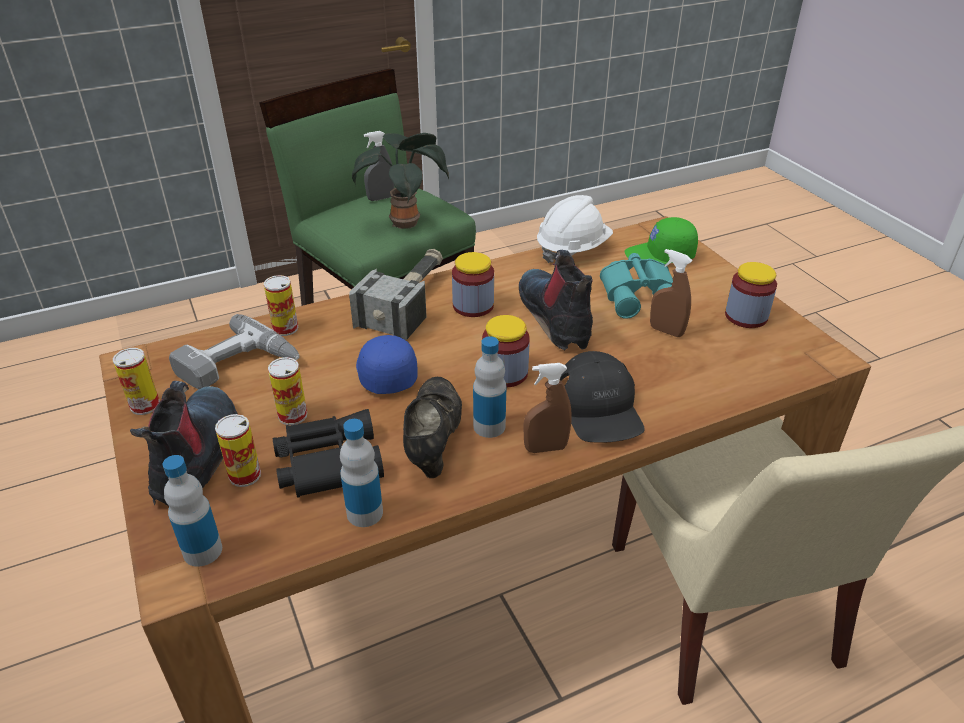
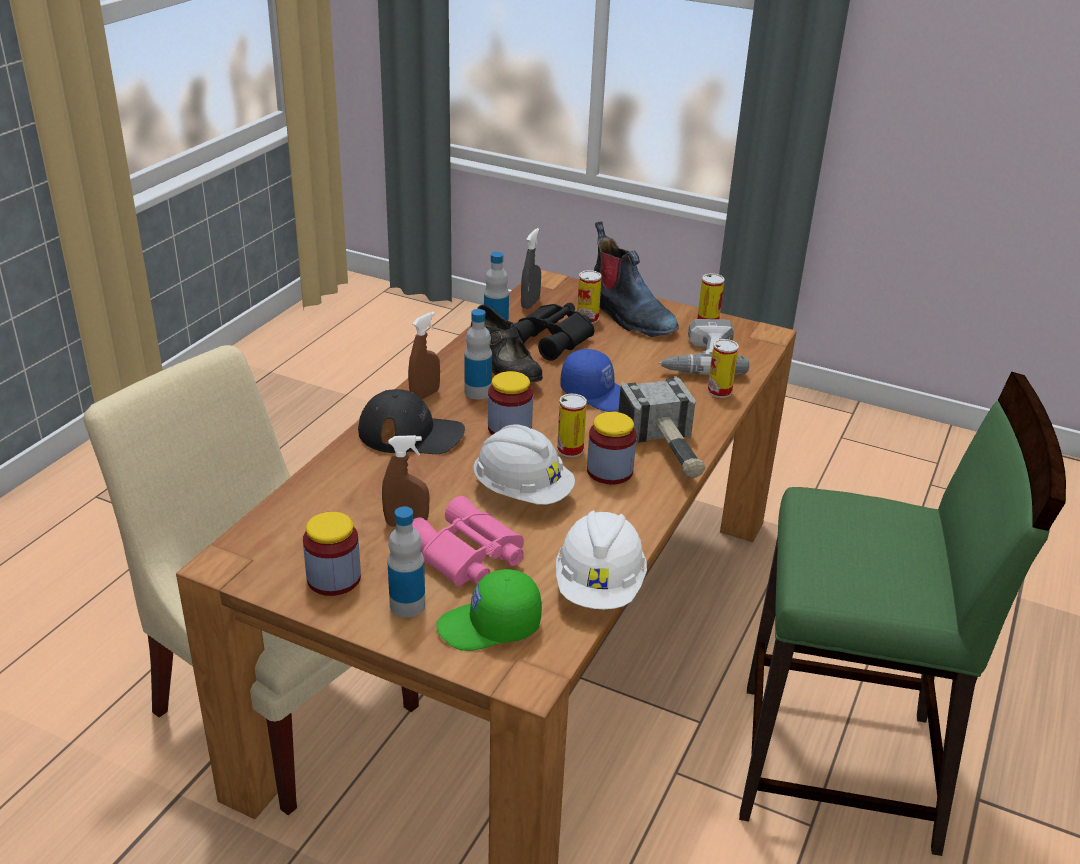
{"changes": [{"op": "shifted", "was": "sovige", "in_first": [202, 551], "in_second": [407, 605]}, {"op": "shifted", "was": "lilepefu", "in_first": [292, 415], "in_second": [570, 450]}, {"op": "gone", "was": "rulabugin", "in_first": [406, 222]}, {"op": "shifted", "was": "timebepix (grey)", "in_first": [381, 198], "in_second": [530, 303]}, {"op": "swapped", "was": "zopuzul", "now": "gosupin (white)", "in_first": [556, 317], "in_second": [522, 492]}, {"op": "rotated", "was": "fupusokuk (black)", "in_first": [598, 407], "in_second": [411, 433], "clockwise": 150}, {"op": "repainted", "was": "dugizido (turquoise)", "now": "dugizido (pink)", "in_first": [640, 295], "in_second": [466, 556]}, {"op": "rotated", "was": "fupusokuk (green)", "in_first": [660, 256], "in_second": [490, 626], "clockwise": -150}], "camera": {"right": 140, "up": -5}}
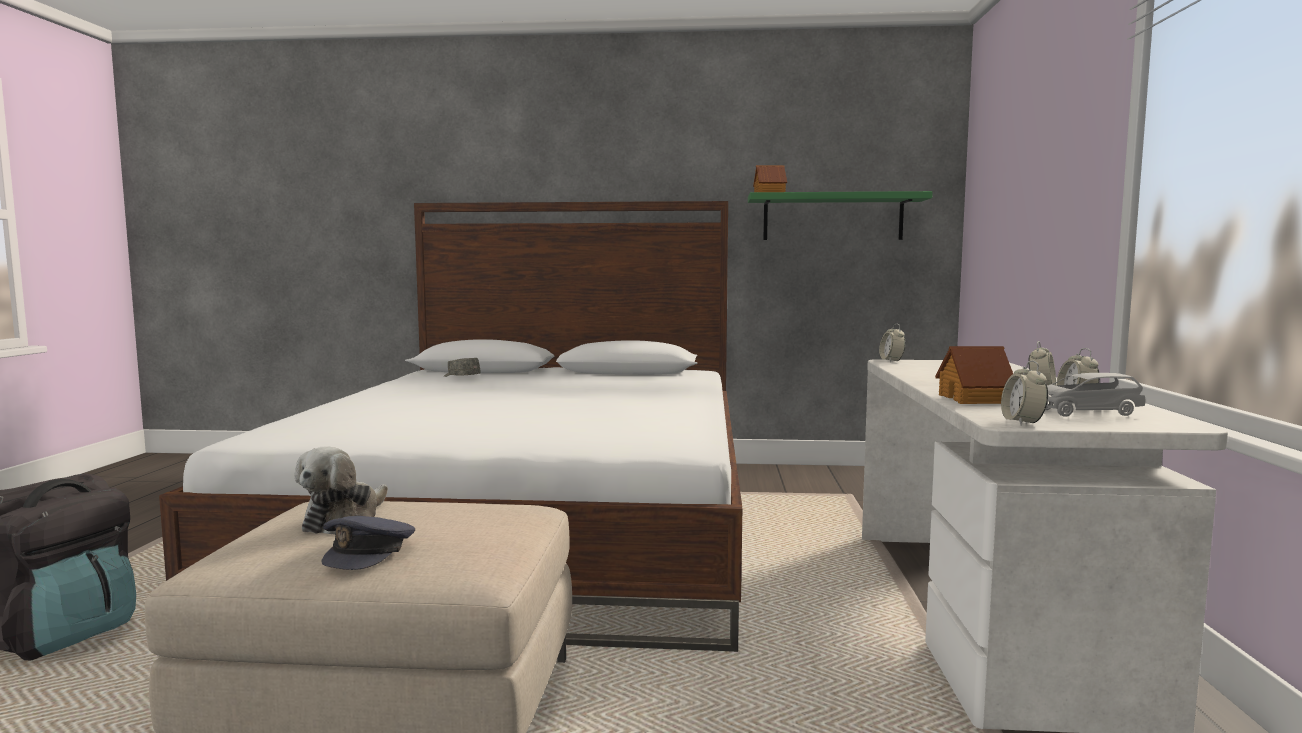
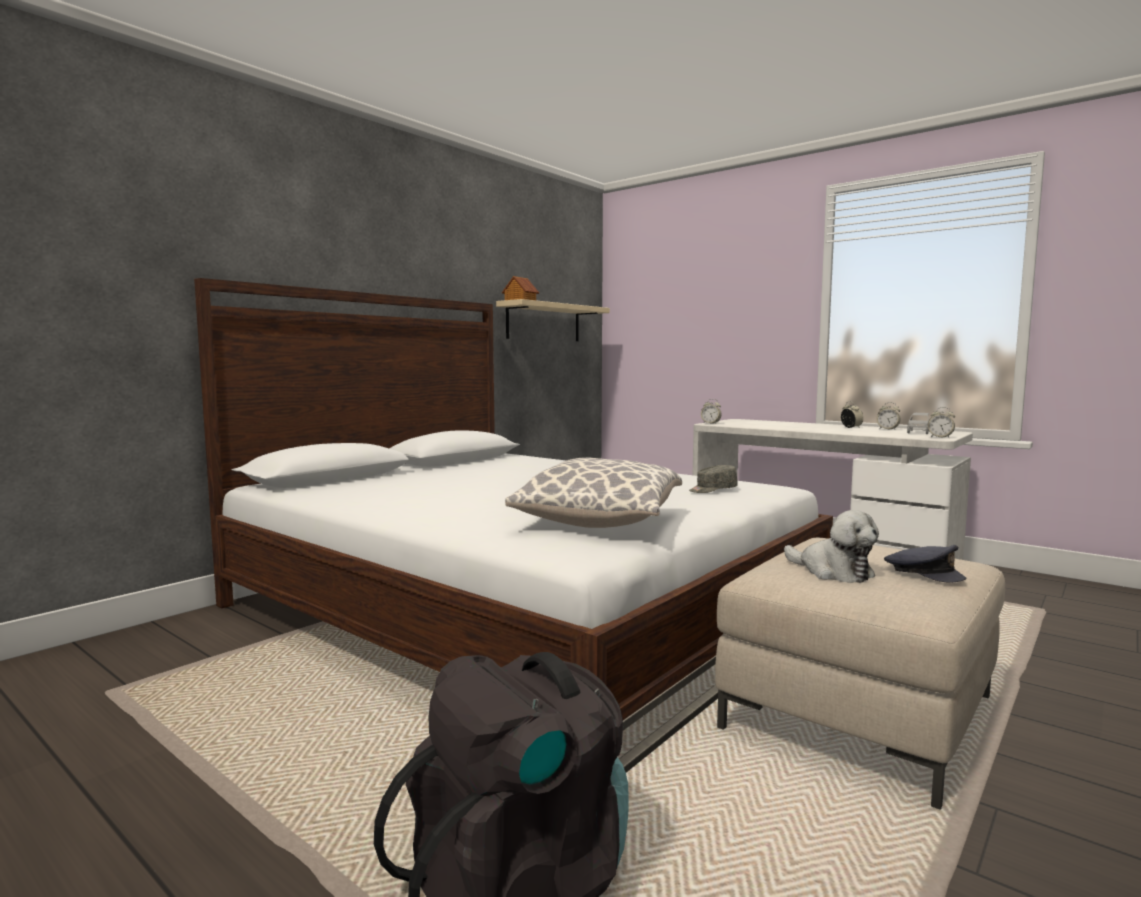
{"changes": [{"op": "shifted", "was": "fupusokuk (grey)", "in_first": [461, 377], "in_second": [712, 490]}, {"op": "repainted", "was": "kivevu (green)", "now": "kivevu (beige)", "in_first": [832, 217], "in_second": [543, 322]}, {"op": "gone", "was": "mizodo", "in_first": [975, 399]}, {"op": "new", "now": "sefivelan", "in_second": [599, 522]}], "camera": {"right": -55, "up": 0}}
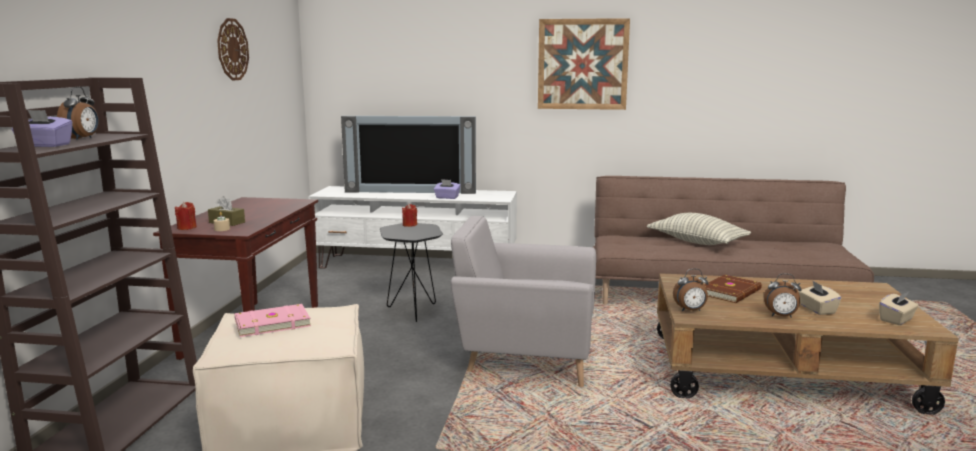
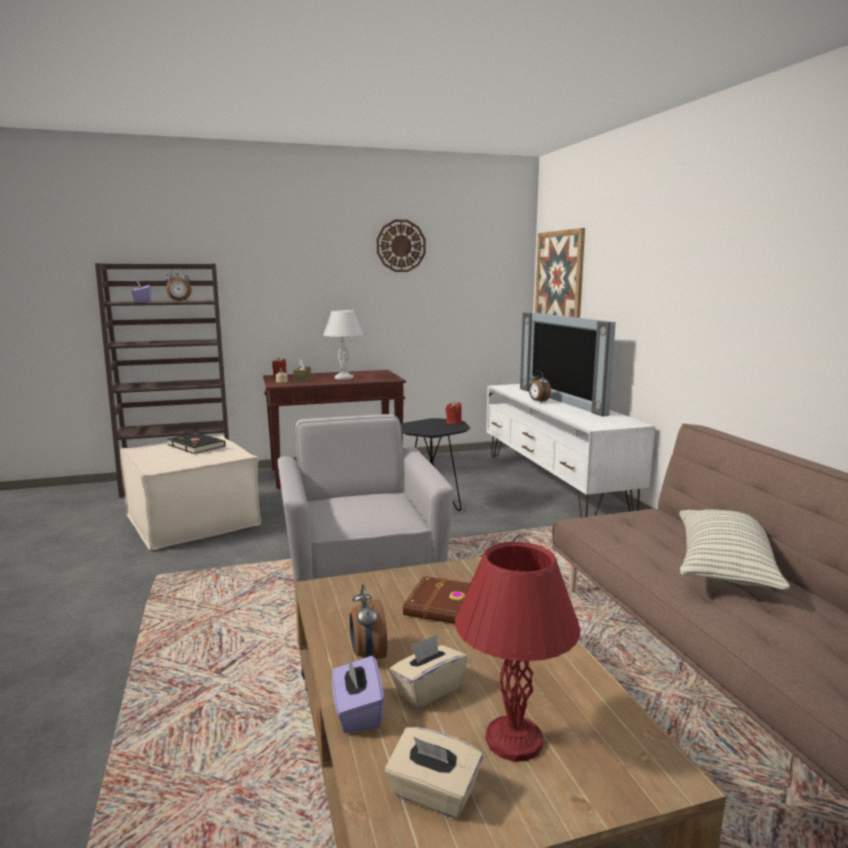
{"changes": [{"op": "repainted", "was": "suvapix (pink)", "now": "suvapix (black)", "in_first": [271, 323], "in_second": [197, 445]}, {"op": "shifted", "was": "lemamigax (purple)", "in_first": [447, 197], "in_second": [357, 712]}, {"op": "shifted", "was": "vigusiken", "in_first": [582, 64], "in_second": [559, 276]}, {"op": "shifted", "was": "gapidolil", "in_first": [690, 310], "in_second": [538, 401]}, {"op": "new", "now": "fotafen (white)", "in_second": [344, 378]}, {"op": "new", "now": "fotafen (red)", "in_second": [511, 740]}], "camera": {"right": 65, "up": 0}}
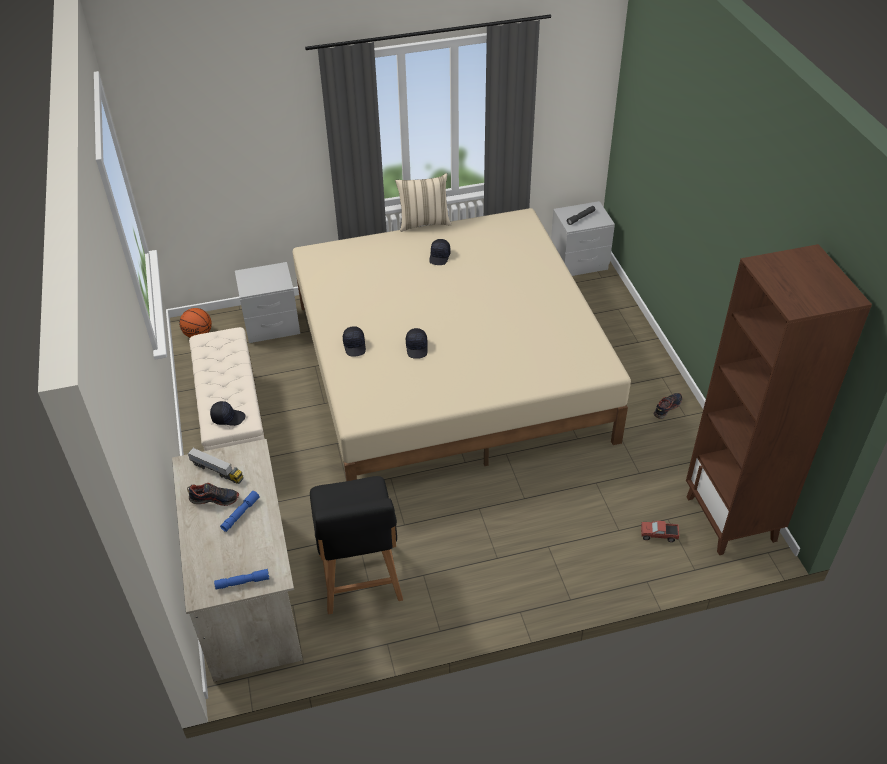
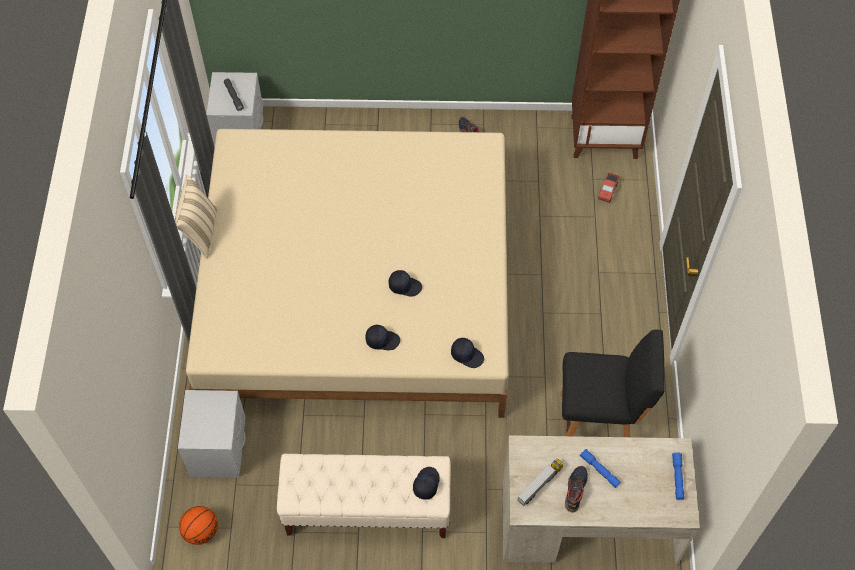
{"changes": [{"op": "shifted", "was": "fupusokuk (black)", "in_first": [440, 257], "in_second": [467, 355]}], "camera": {"right": -75, "up": 15}}
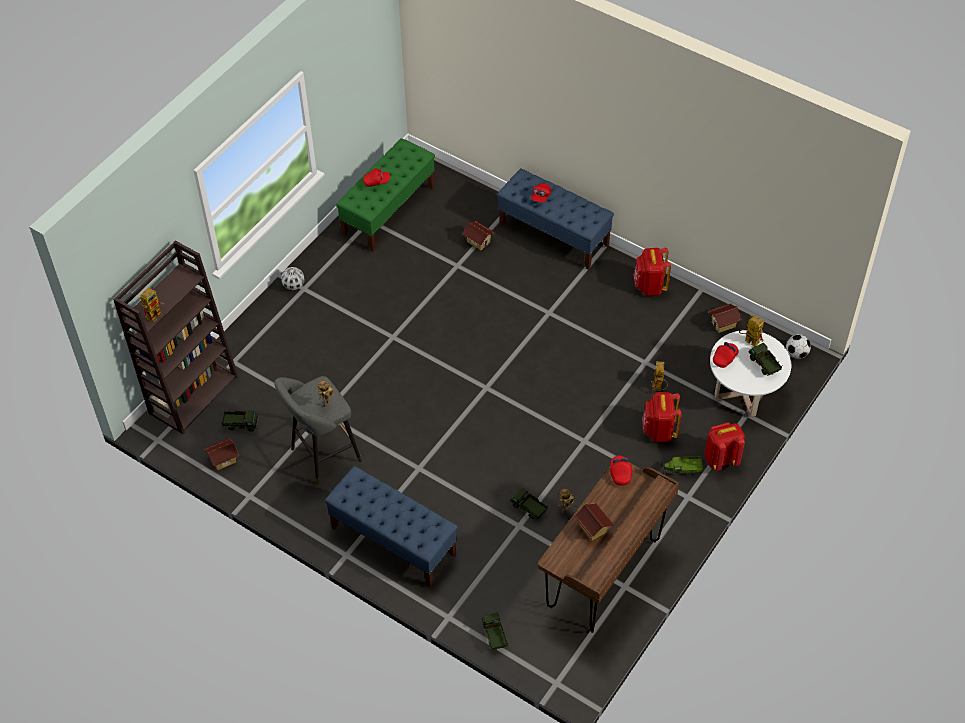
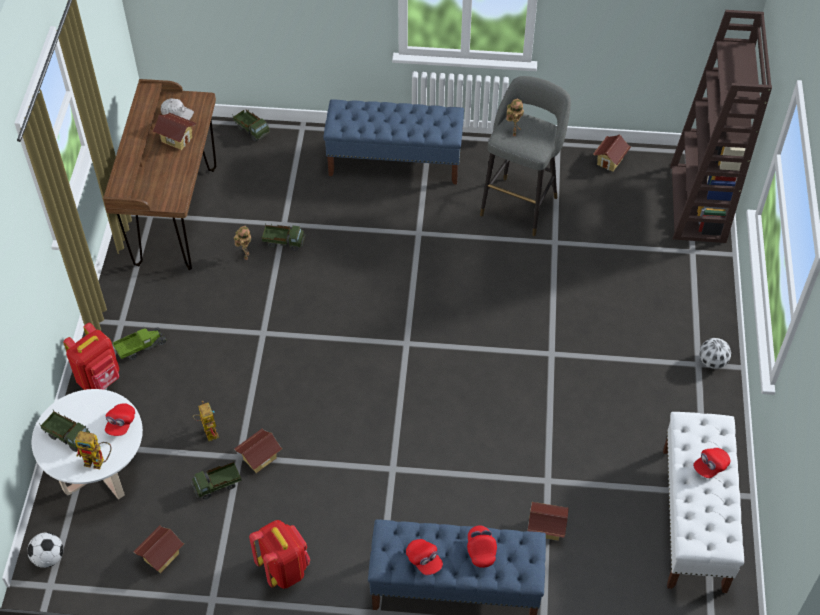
{"changes": [{"op": "gone", "was": "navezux", "in_first": [155, 313]}, {"op": "shifted", "was": "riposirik", "in_first": [241, 424], "in_second": [218, 486]}, {"op": "repainted", "was": "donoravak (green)", "now": "donoravak (white)", "in_first": [388, 210], "in_second": [694, 519]}, {"op": "shifted", "was": "fupusokuk (red)", "in_first": [620, 473], "in_second": [424, 560]}, {"op": "gone", "was": "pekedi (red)", "in_first": [659, 431]}, {"op": "new", "now": "fupusokuk (white)", "in_second": [177, 113]}, {"op": "new", "now": "mizodo", "in_second": [259, 458]}], "camera": {"right": 150, "up": 0}}
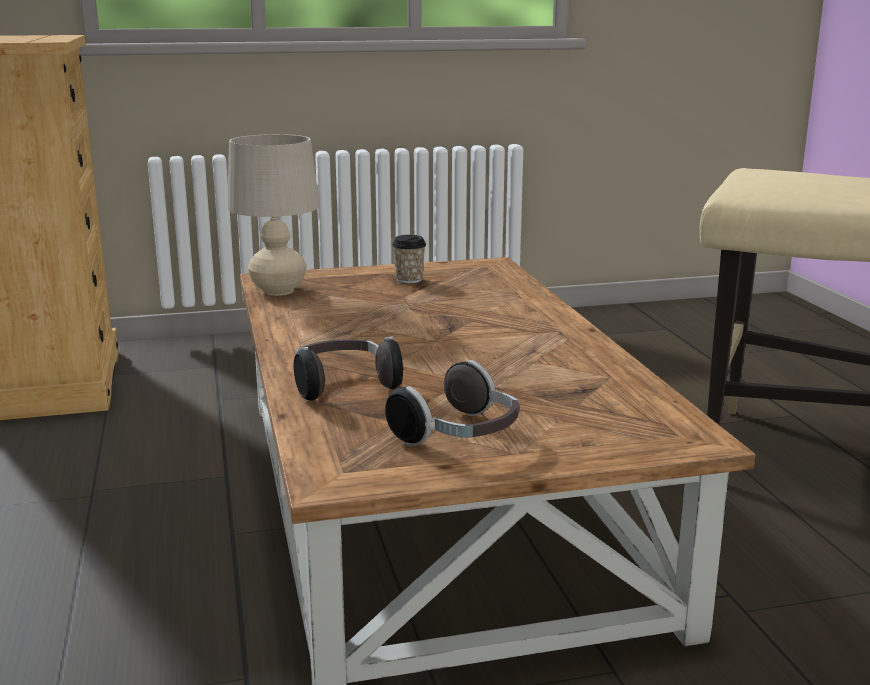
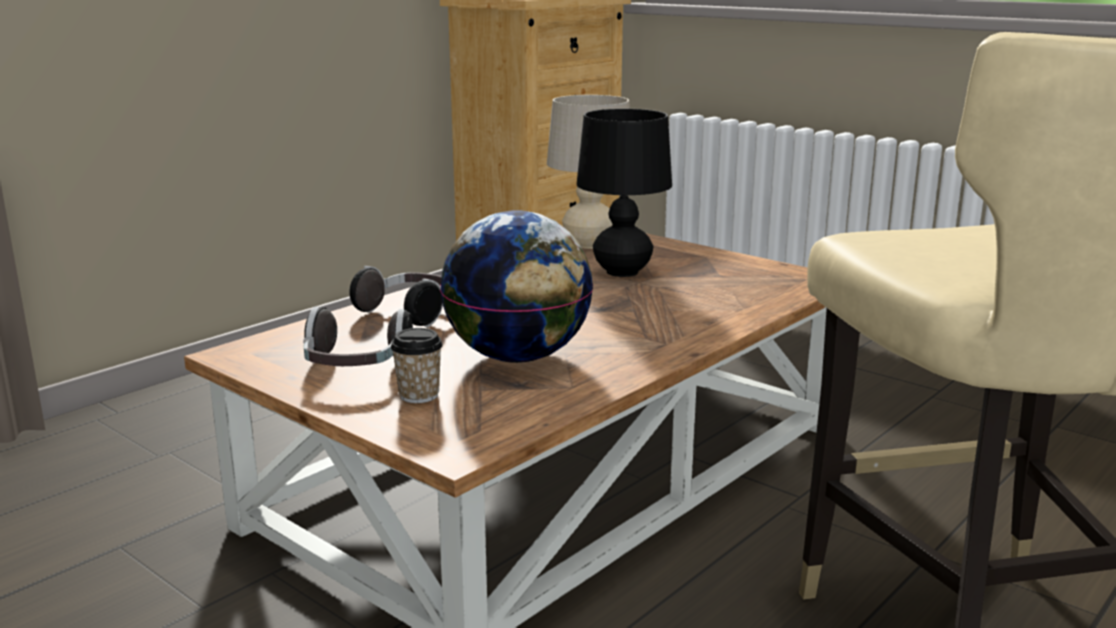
{"changes": [{"op": "shifted", "was": "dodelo", "in_first": [409, 280], "in_second": [419, 395]}, {"op": "new", "now": "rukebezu", "in_second": [517, 357]}, {"op": "new", "now": "fotafen (black)", "in_second": [622, 272]}], "camera": {"right": 55, "up": 0}}
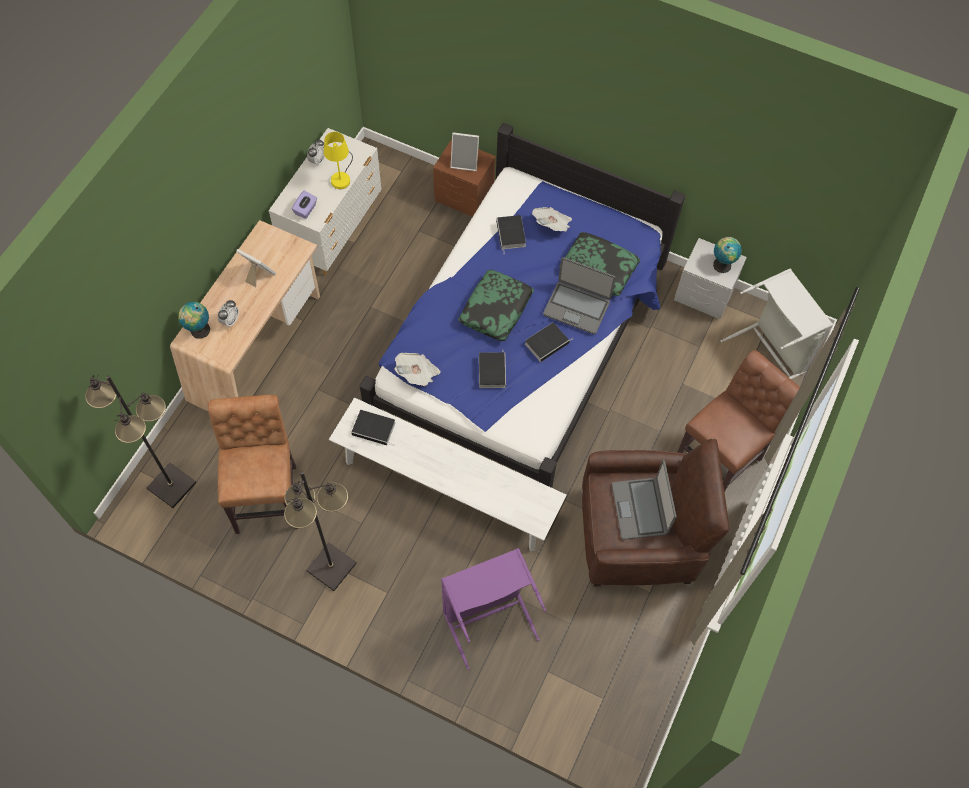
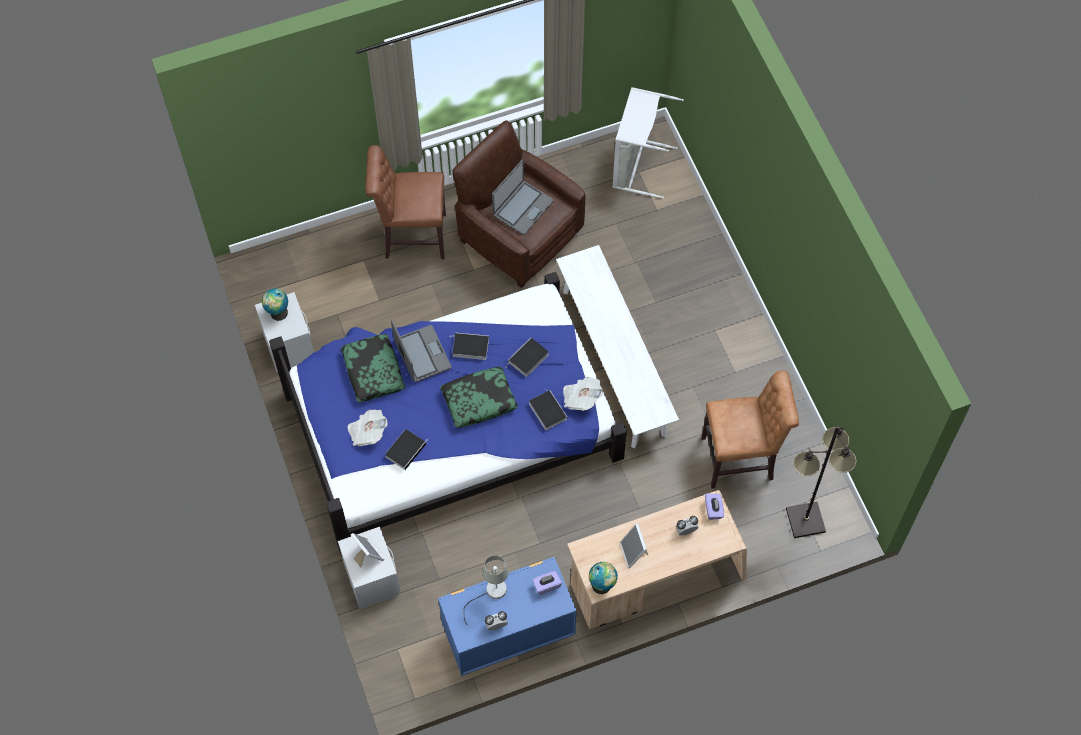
{"changes": [{"op": "shifted", "was": "rukebezu", "in_first": [198, 330], "in_second": [602, 585]}, {"op": "rotated", "was": "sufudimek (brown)", "in_first": [267, 494], "in_second": [741, 458], "clockwise": -135}, {"op": "repainted", "was": "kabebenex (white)", "now": "kabebenex (blue)", "in_first": [333, 232], "in_second": [507, 636]}, {"op": "gone", "was": "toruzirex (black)", "in_first": [330, 567]}, {"op": "repainted", "was": "fotafen (yellow)", "now": "fotafen (grey)", "in_first": [342, 176], "in_second": [491, 593]}, {"op": "shifted", "was": "suvapix", "in_first": [375, 429], "in_second": [546, 410]}, {"op": "repainted", "was": "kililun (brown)", "now": "kililun (grey)", "in_first": [464, 196], "in_second": [372, 579]}, {"op": "gone", "was": "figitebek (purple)", "in_first": [487, 616]}, {"op": "shifted", "was": "figitebek (grey)", "in_first": [770, 353], "in_second": [636, 166]}, {"op": "new", "now": "lemamigax (purple)", "in_second": [713, 510]}], "camera": {"right": -135, "up": 0}}
